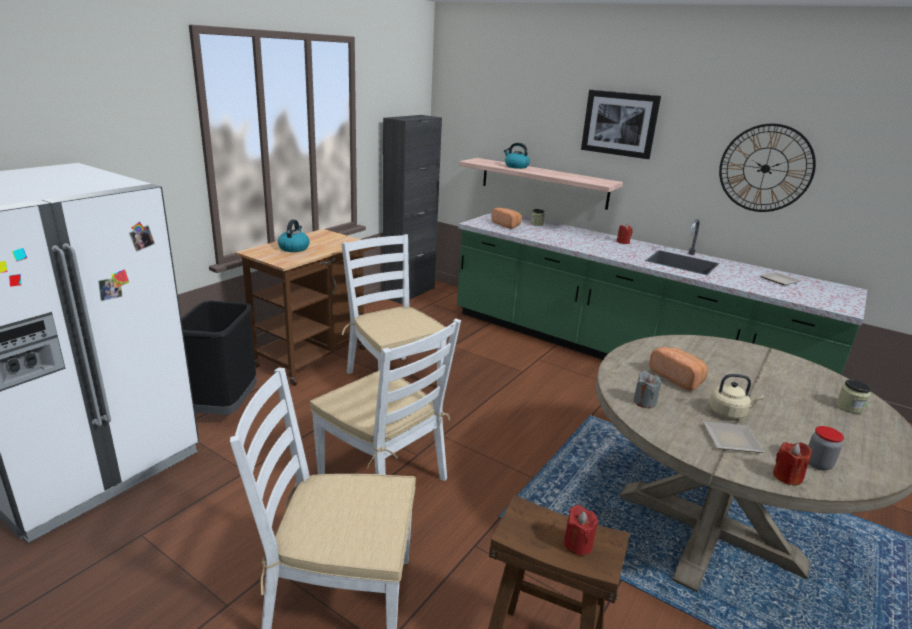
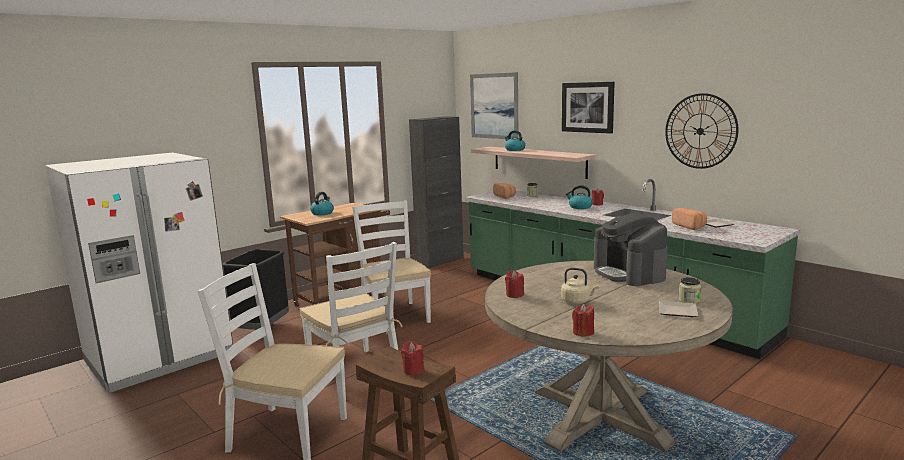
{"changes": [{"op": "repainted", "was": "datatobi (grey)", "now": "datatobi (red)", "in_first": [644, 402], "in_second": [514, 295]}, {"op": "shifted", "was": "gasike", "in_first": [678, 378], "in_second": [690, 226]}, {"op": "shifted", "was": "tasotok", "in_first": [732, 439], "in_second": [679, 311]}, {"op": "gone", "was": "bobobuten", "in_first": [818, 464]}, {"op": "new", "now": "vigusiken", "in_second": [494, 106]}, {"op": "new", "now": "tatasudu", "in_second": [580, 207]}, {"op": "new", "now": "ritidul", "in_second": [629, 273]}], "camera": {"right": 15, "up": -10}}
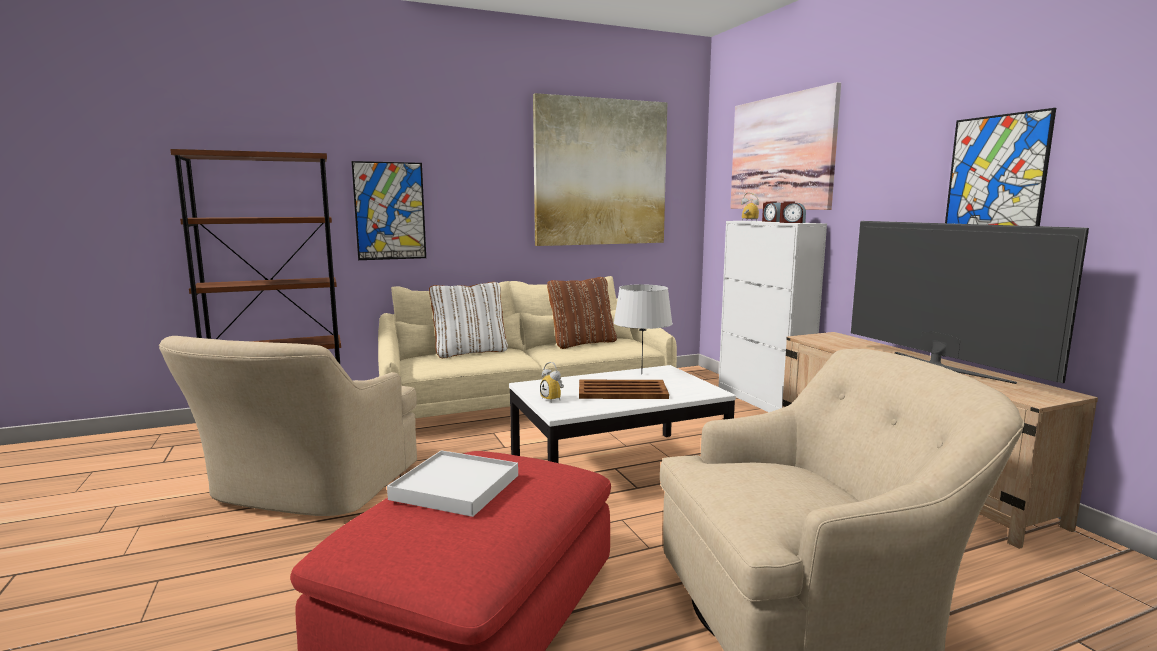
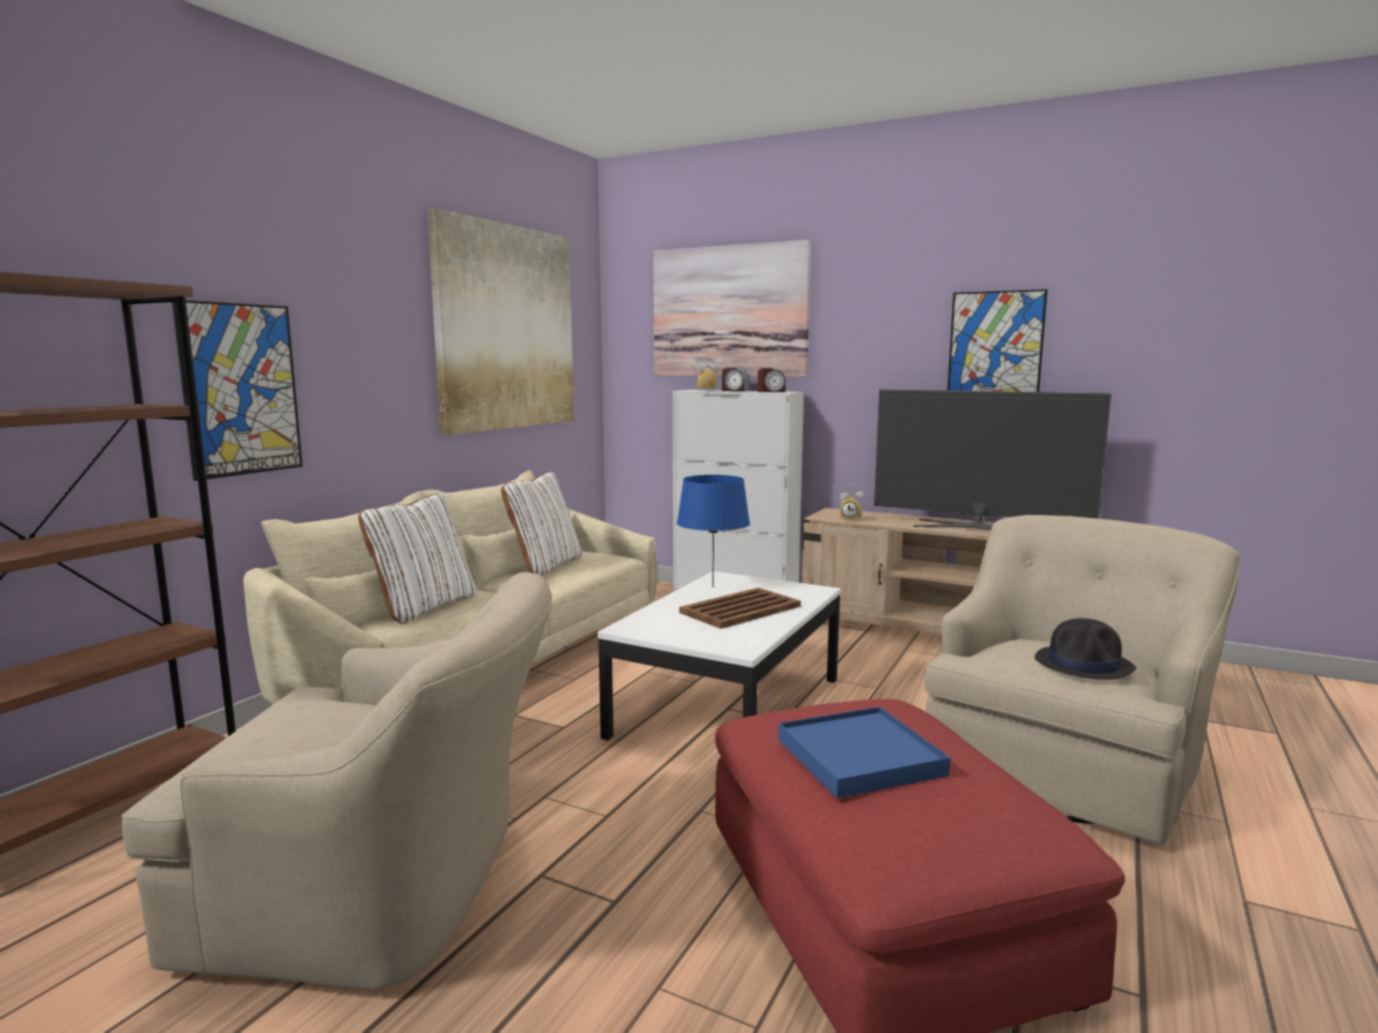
{"changes": [{"op": "rotated", "was": "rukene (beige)", "in_first": [307, 490], "in_second": [388, 889], "clockwise": -60}, {"op": "repainted", "was": "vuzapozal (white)", "now": "vuzapozal (blue)", "in_first": [455, 487], "in_second": [859, 757]}, {"op": "shifted", "was": "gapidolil", "in_first": [554, 399], "in_second": [851, 519]}, {"op": "repainted", "was": "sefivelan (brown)", "now": "sefivelan (white)", "in_first": [582, 343], "in_second": [545, 565]}, {"op": "repainted", "was": "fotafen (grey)", "now": "fotafen (blue)", "in_first": [641, 374], "in_second": [712, 587]}, {"op": "new", "now": "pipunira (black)", "in_second": [1084, 664]}], "camera": {"right": -40, "up": 0}}
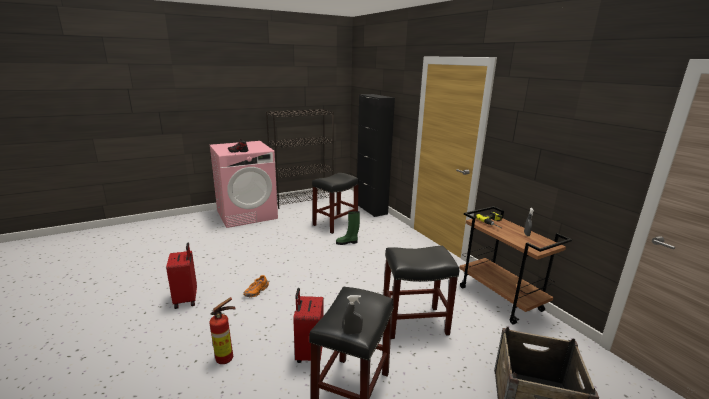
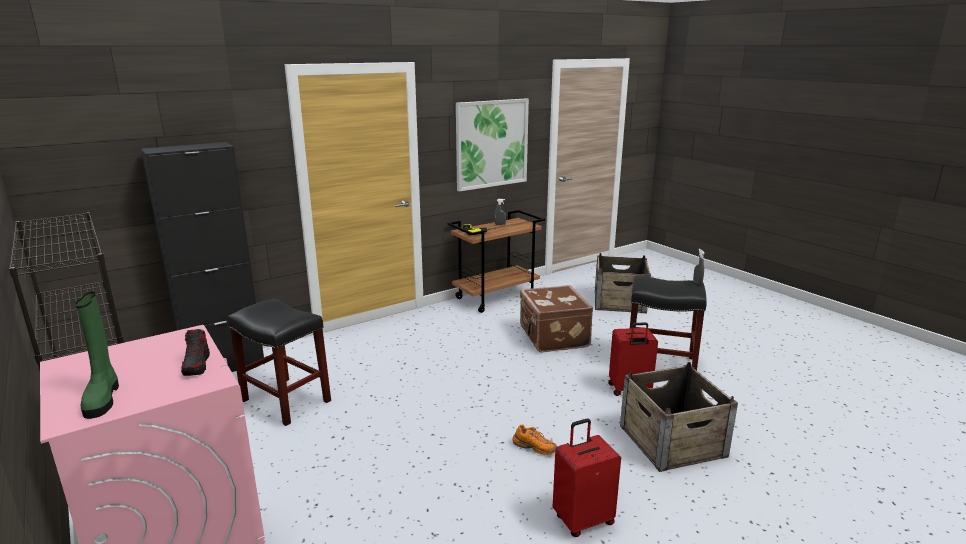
{"changes": [{"op": "swapped", "was": "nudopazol", "now": "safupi", "in_first": [227, 358], "in_second": [671, 440]}, {"op": "shifted", "was": "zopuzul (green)", "in_first": [347, 242], "in_second": [103, 398]}, {"op": "swapped", "was": "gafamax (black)", "now": "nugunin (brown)", "in_first": [413, 322], "in_second": [552, 337]}, {"op": "new", "now": "vigusiken", "in_second": [491, 144]}], "camera": {"right": -95, "up": 0}}
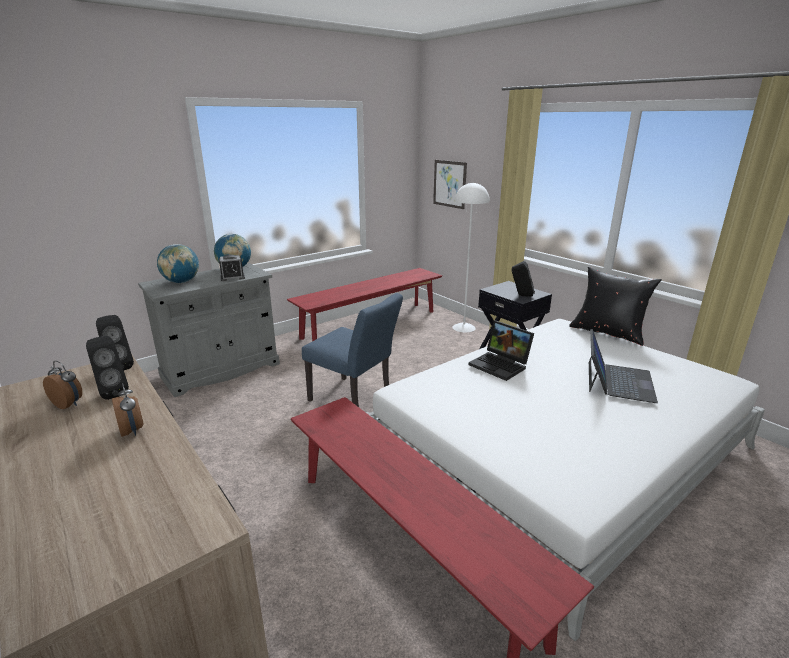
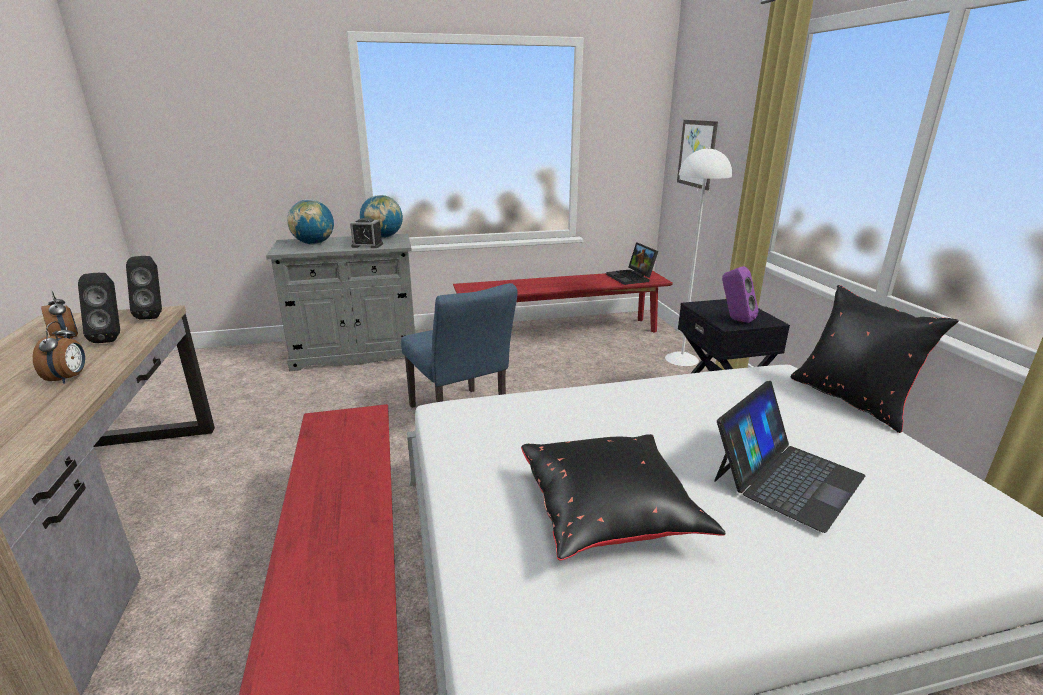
{"changes": [{"op": "shifted", "was": "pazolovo", "in_first": [501, 365], "in_second": [632, 278]}, {"op": "repainted", "was": "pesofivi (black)", "now": "pesofivi (purple)", "in_first": [521, 295], "in_second": [735, 320]}, {"op": "new", "now": "sefivelan (black)", "in_second": [610, 514]}], "camera": {"right": 25, "up": 0}}
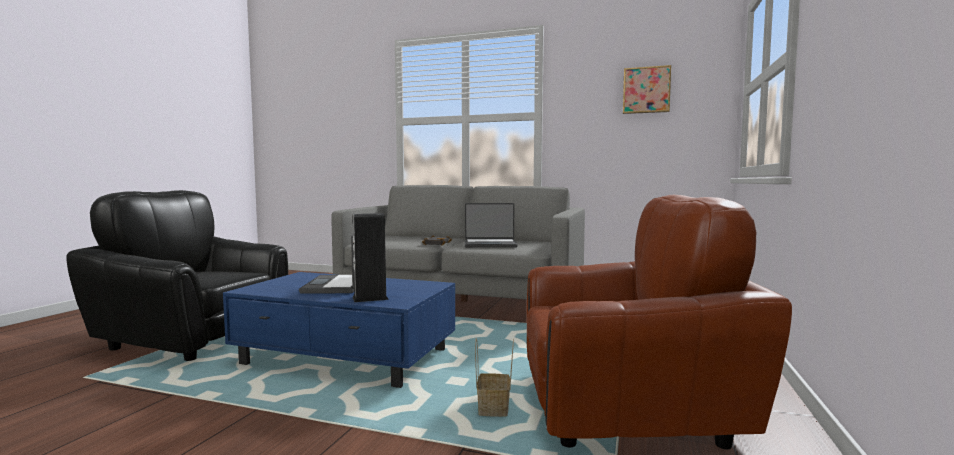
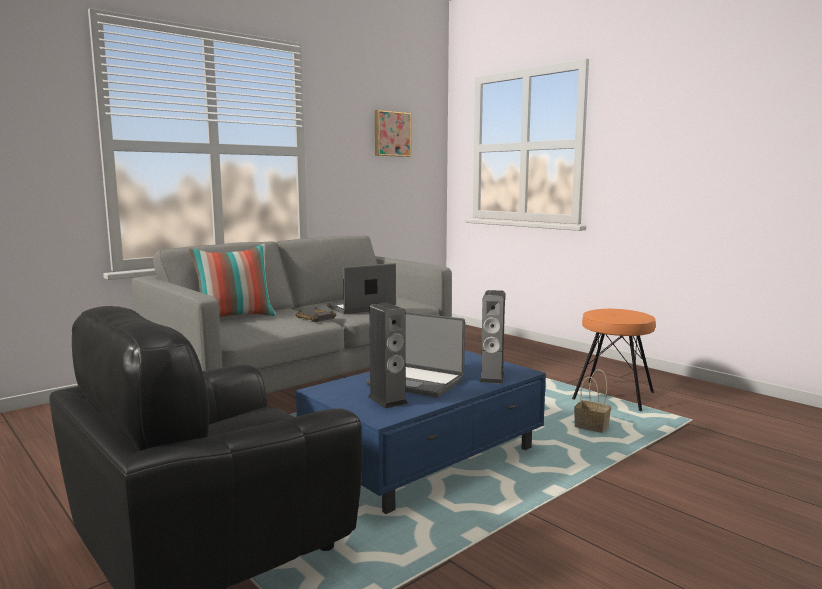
{"changes": [{"op": "rotated", "was": "pazolovo", "in_first": [490, 244], "in_second": [361, 308], "clockwise": -150}, {"op": "swapped", "was": "rukene (brown)", "now": "gafamax (orange)", "in_first": [628, 408], "in_second": [614, 396]}, {"op": "new", "now": "sefivelan", "in_second": [235, 317]}, {"op": "new", "now": "pesofivi", "in_second": [387, 400]}], "camera": {"right": -60, "up": 5}}
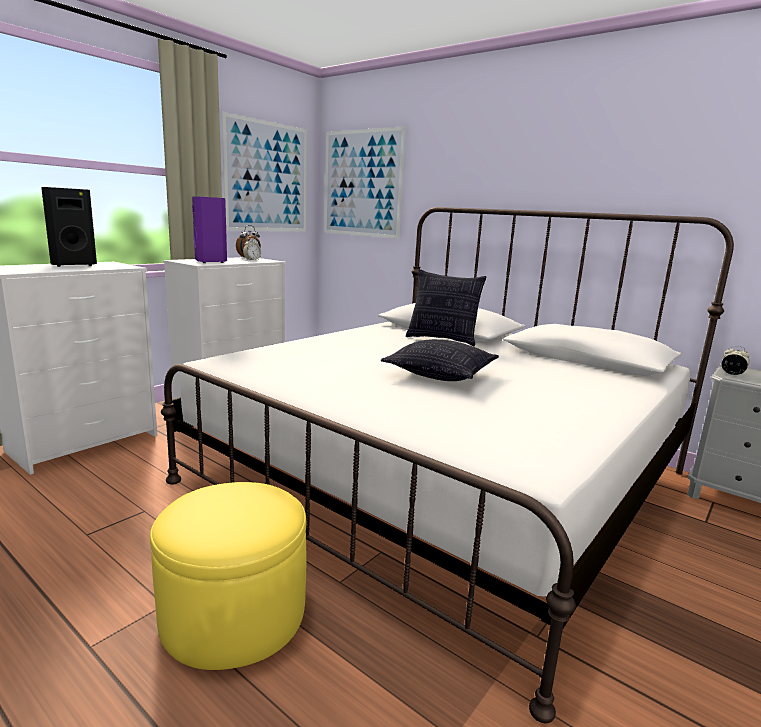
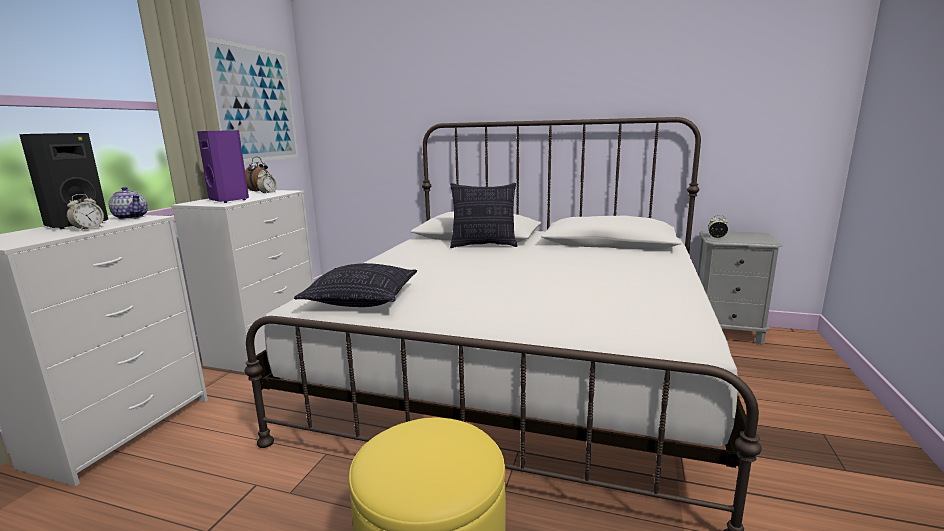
{"changes": [{"op": "gone", "was": "vigusiken", "in_first": [362, 183]}, {"op": "shifted", "was": "sefivelan", "in_first": [441, 374], "in_second": [362, 300]}, {"op": "new", "now": "gapidolil", "in_second": [88, 229]}, {"op": "new", "now": "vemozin", "in_second": [131, 217]}], "camera": {"right": -20, "up": 0}}
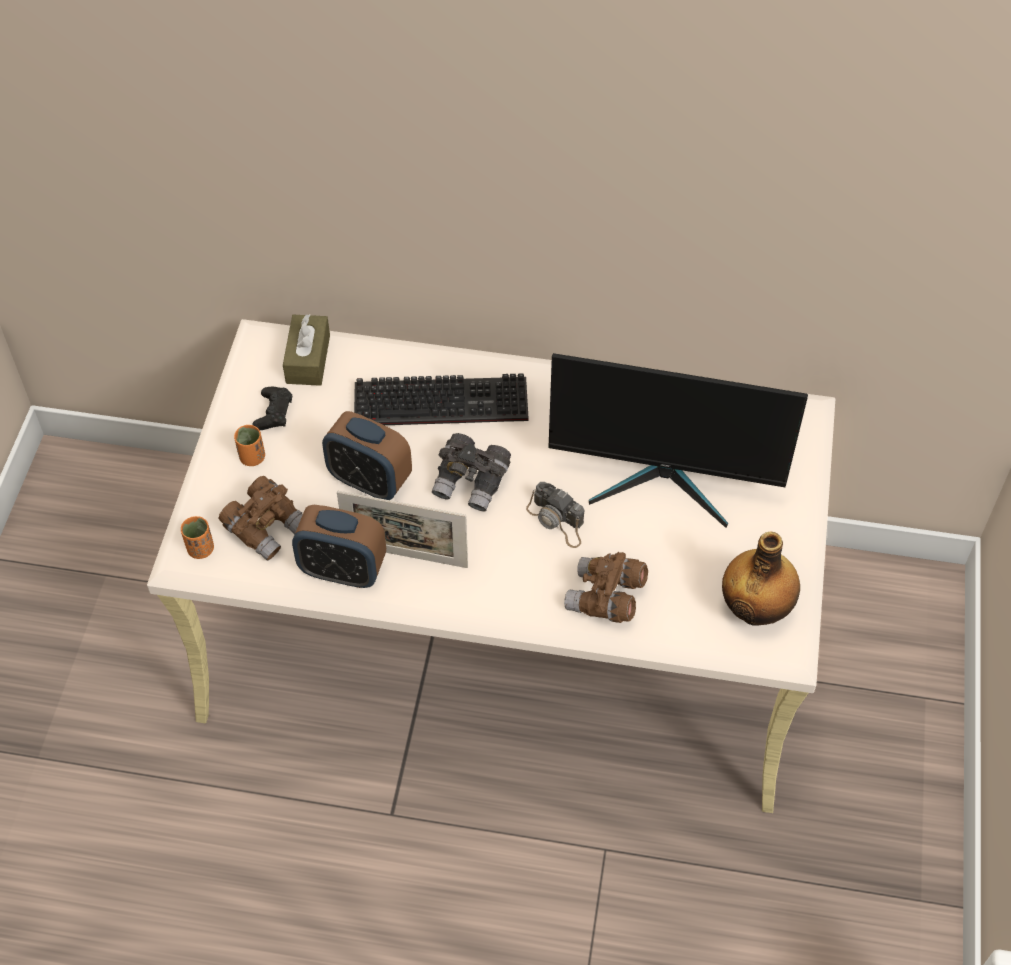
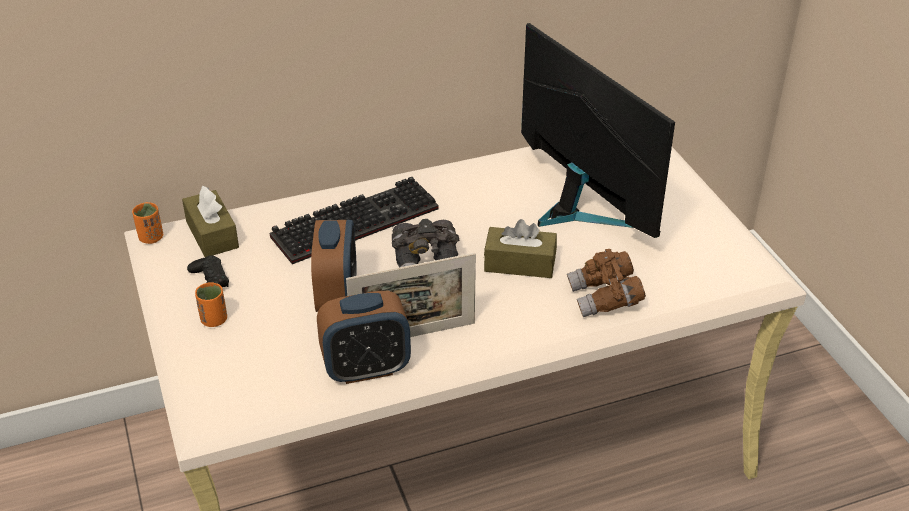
{"changes": [{"op": "shifted", "was": "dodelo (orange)", "in_first": [200, 549], "in_second": [151, 238]}, {"op": "gone", "was": "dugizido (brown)", "in_first": [266, 527]}, {"op": "rotated", "was": "gapidolil", "in_first": [369, 481], "in_second": [337, 296], "clockwise": -90}, {"op": "swapped", "was": "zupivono", "now": "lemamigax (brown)", "in_first": [557, 521], "in_second": [519, 263]}, {"op": "rotated", "was": "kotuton", "in_first": [665, 480], "in_second": [579, 208], "clockwise": -105}, {"op": "gone", "was": "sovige", "in_first": [756, 609]}], "camera": {"right": -30, "up": -15}}
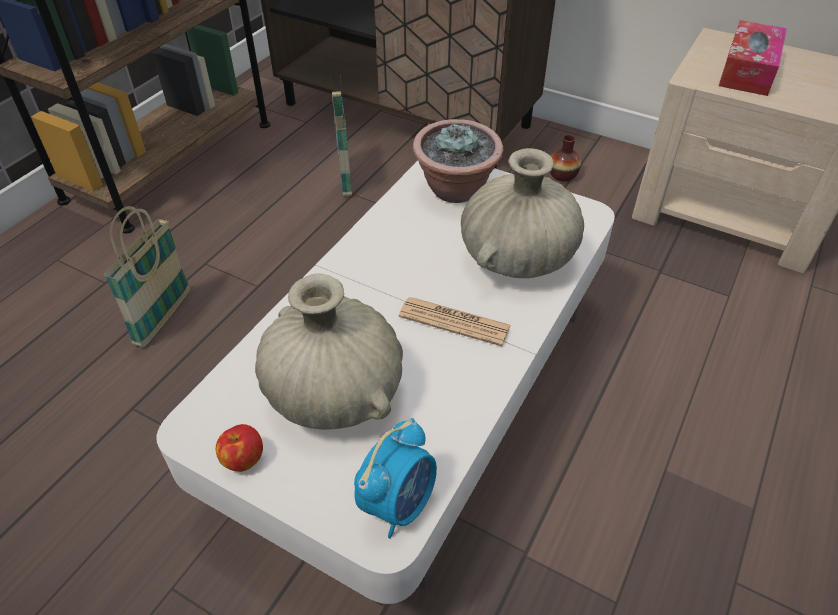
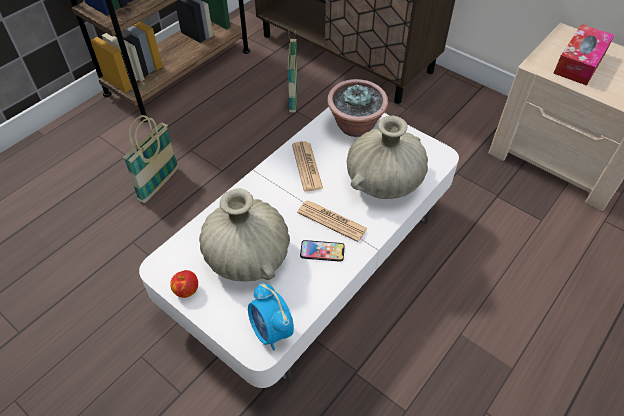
{"changes": [{"op": "rotated", "was": "gapidolil", "in_first": [398, 503], "in_second": [271, 331], "clockwise": 105}, {"op": "gone", "was": "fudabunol", "in_first": [562, 175]}, {"op": "new", "now": "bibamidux", "in_second": [307, 166]}, {"op": "new", "now": "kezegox", "in_second": [322, 251]}], "camera": {"right": 10, "up": 5}}
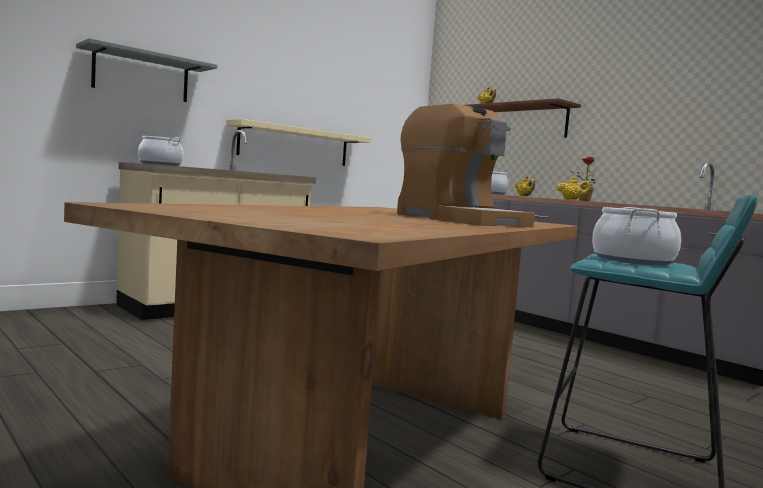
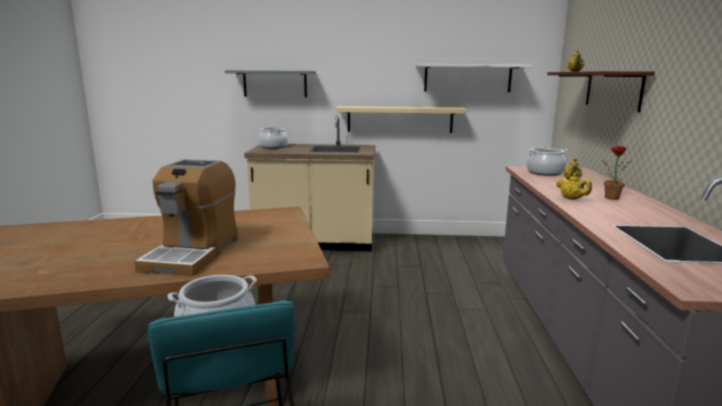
{"changes": [{"op": "new", "now": "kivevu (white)", "in_second": [467, 78]}], "camera": {"right": 45, "up": 10}}
